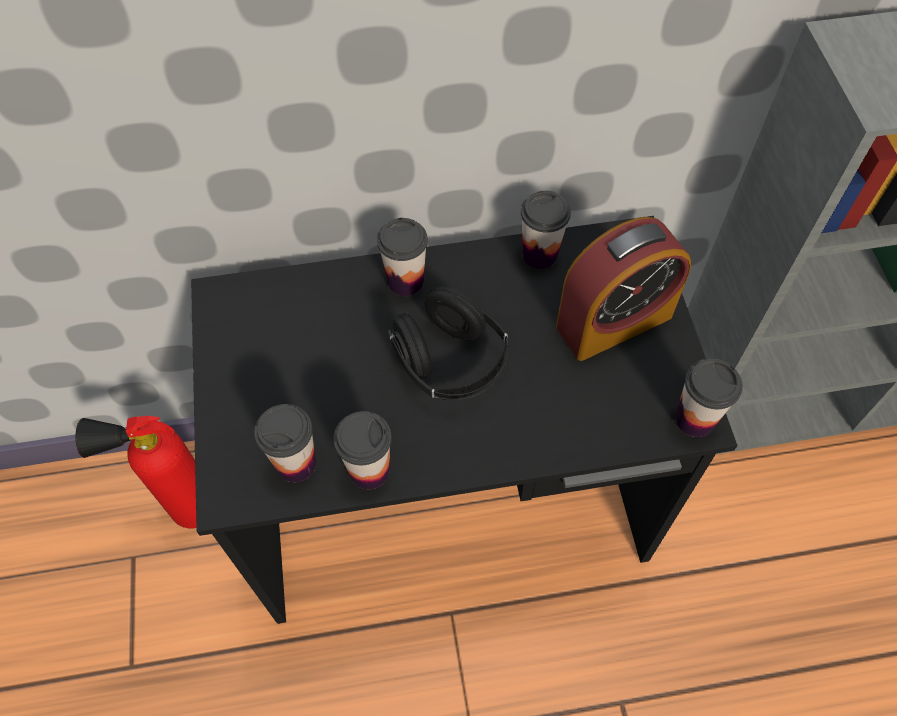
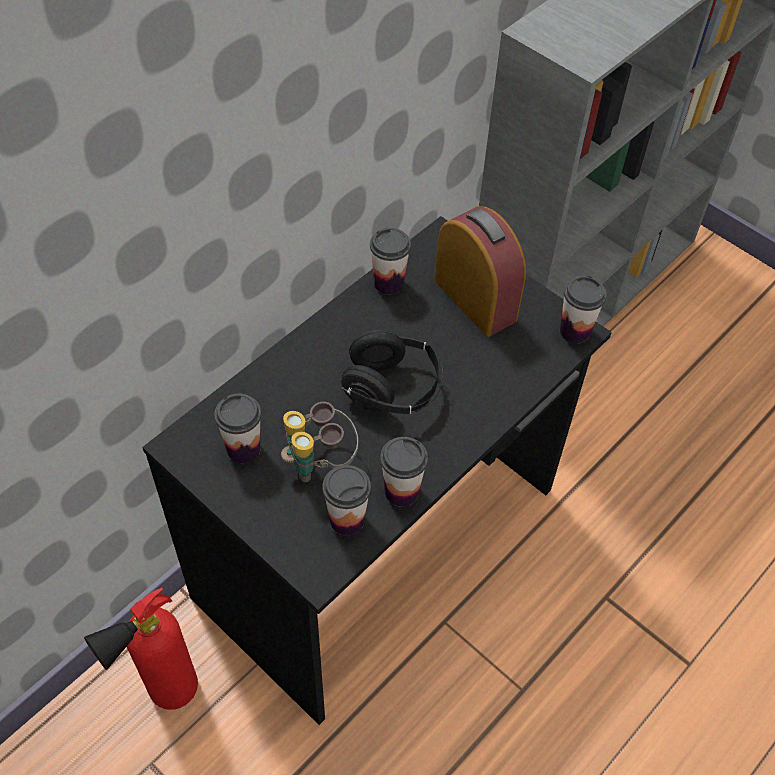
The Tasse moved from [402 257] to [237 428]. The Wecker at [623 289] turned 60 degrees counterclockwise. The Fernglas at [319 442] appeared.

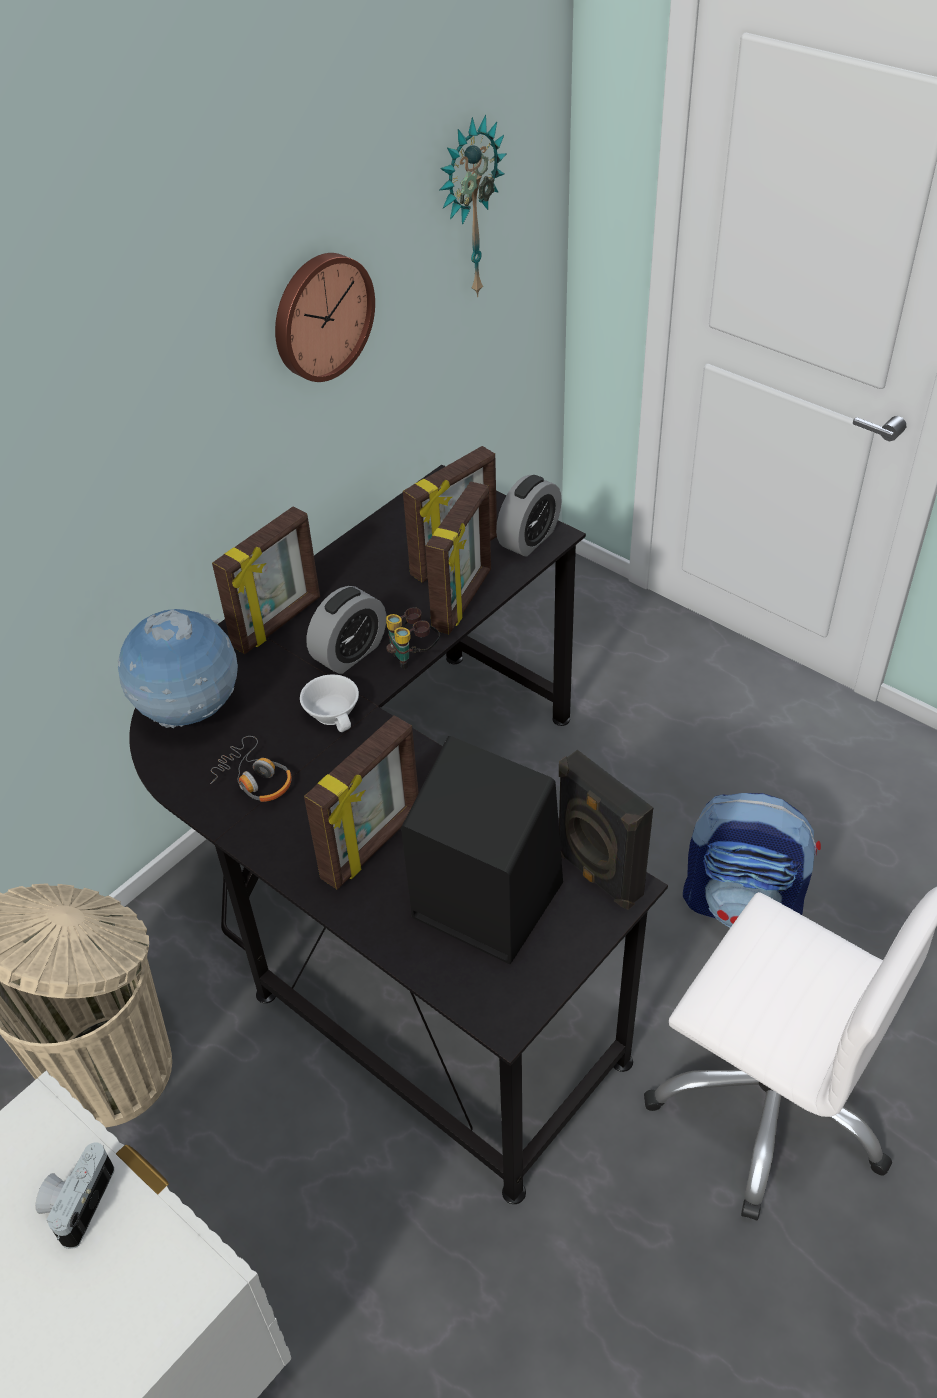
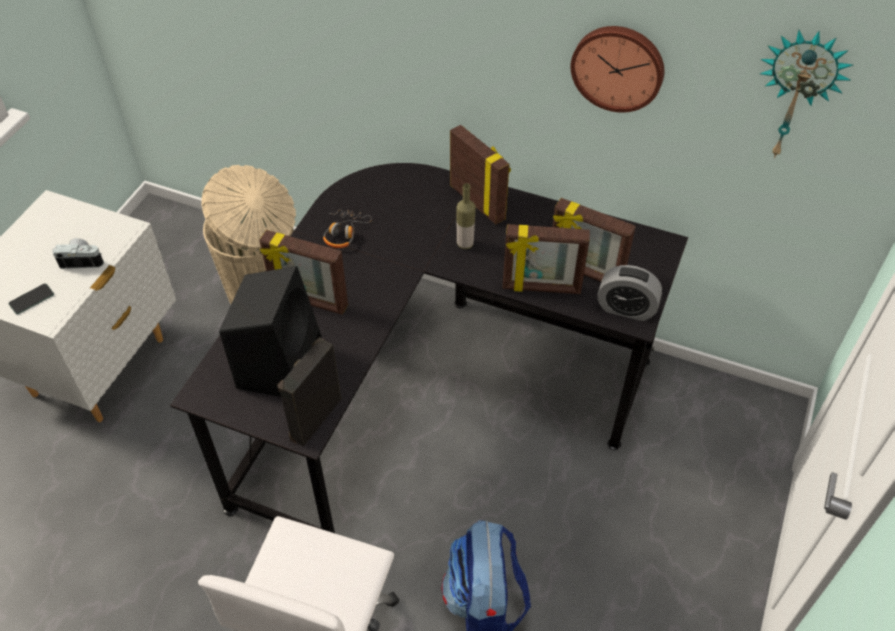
The Globus at [178 668] disappeared. The Bilderrahmen at [266 580] turned 150 degrees counterclockwise. The Tasse [weiß] at [329 703] disappeared. The Wecker at [346 630] was replaced by the Flasche at [466 216]. The Fernglas at [413 638] disappeared. The Handy at [31 299] appeared.

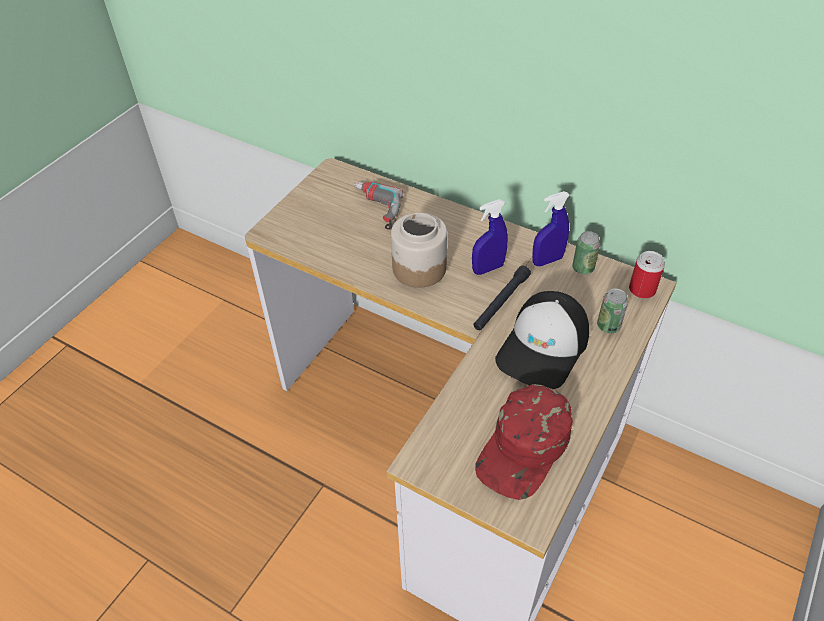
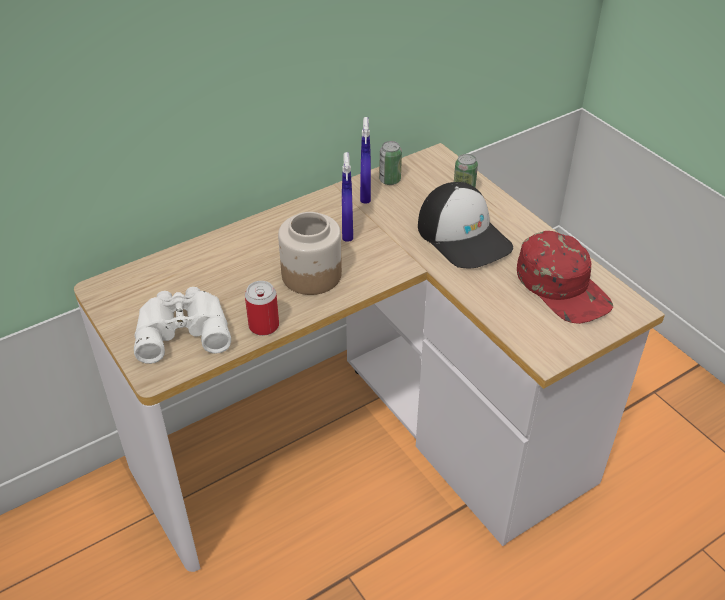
The Bohrmaschine at [378 205] disappeared. The Taschenlampe [schwarz] at [502 297] disappeared. The Dose moved from [647 275] to [262 308]. The Fernglas [weiß] at [182 325] appeared.

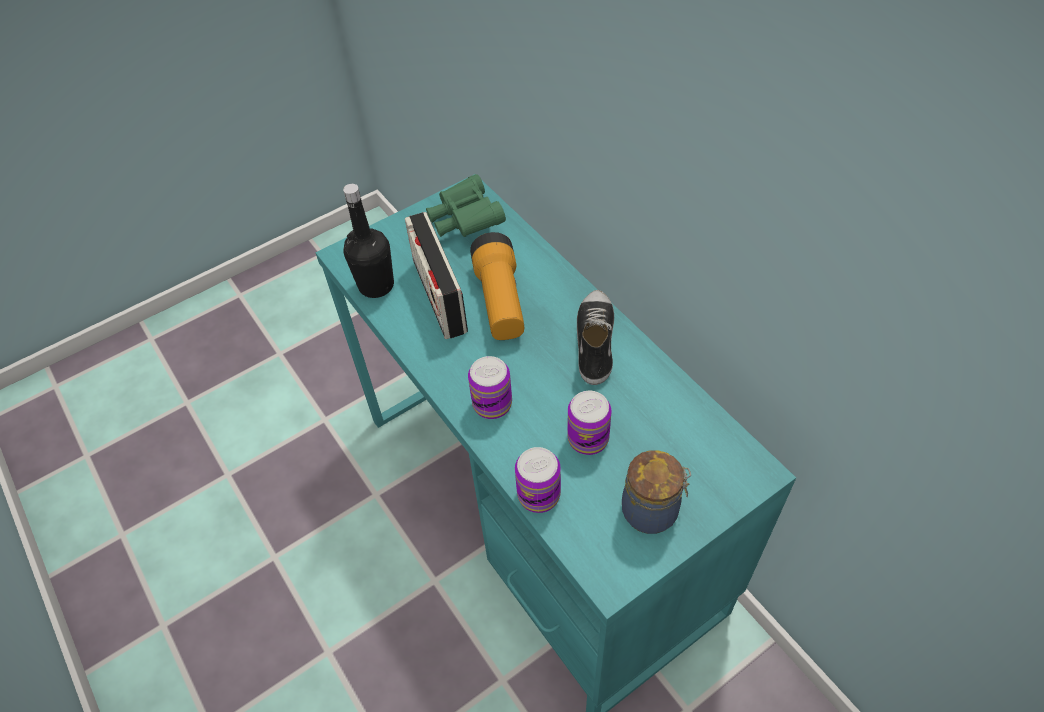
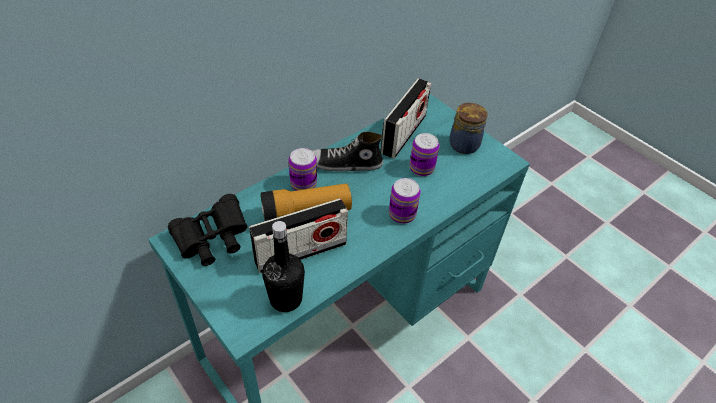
The Fernglas [grün] at [466 205] became the Fernglas [schwarz] at [208 230]. The Dose moved from [538 480] to [303 169]. The Radio at [406 118] appeared.

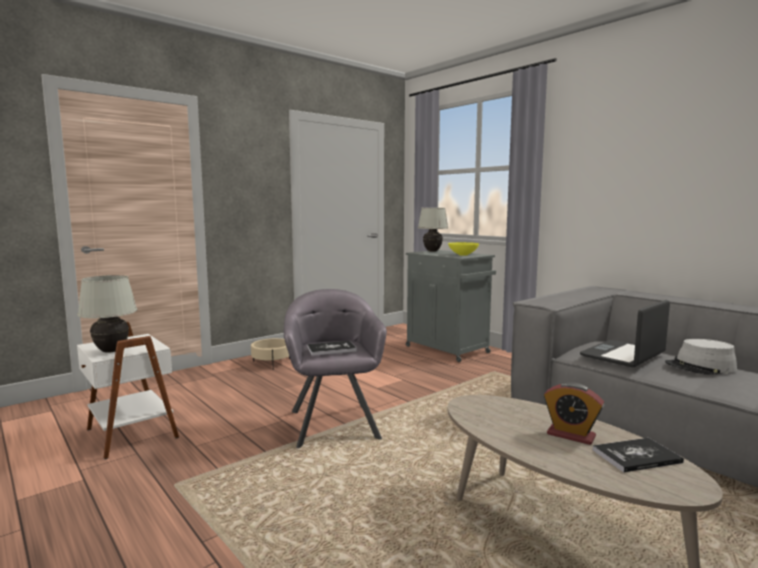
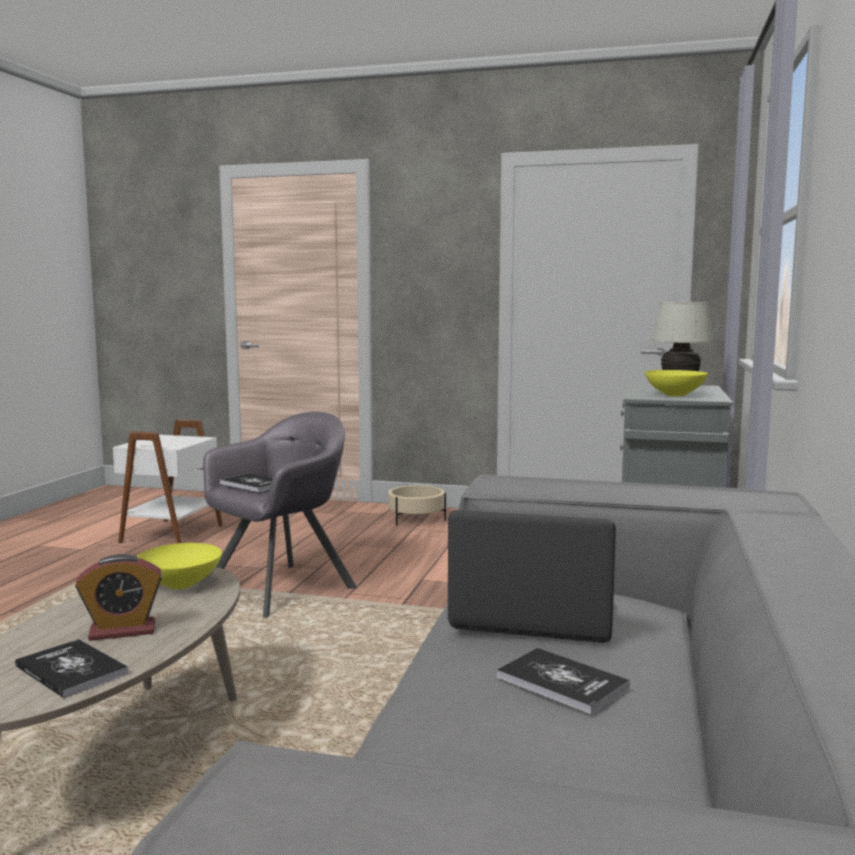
The Tischlampe [weiß] at [107 314] disappeared. The Wecker at [574 413] turned 105 degrees counterclockwise. The Hut [grau] at [701 357] was replaced by the Buch at [563 681]. The Schüssel [gelb] at [179 566] appeared.

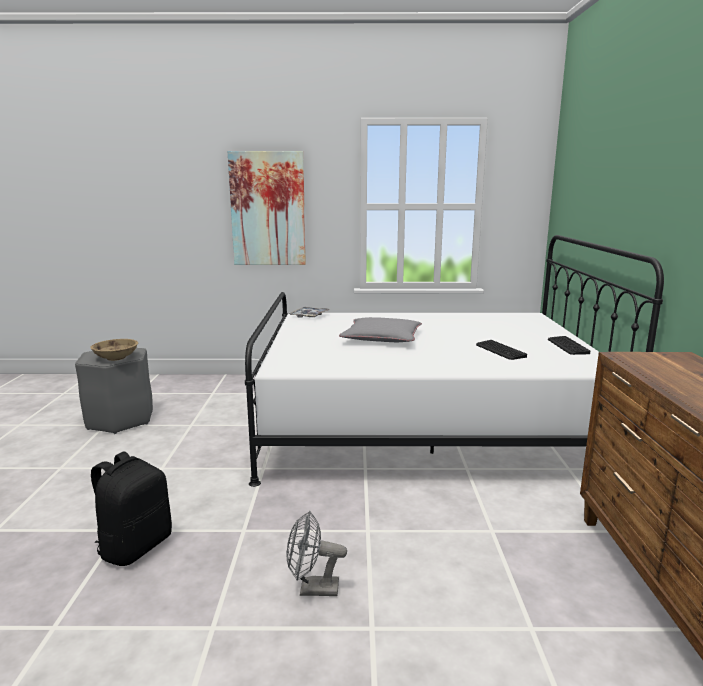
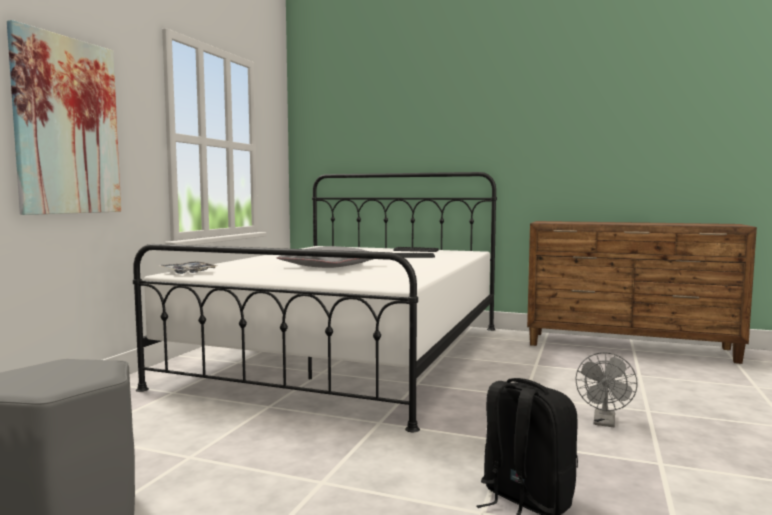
The Schüssel [beige] at [114 350] disappeared.

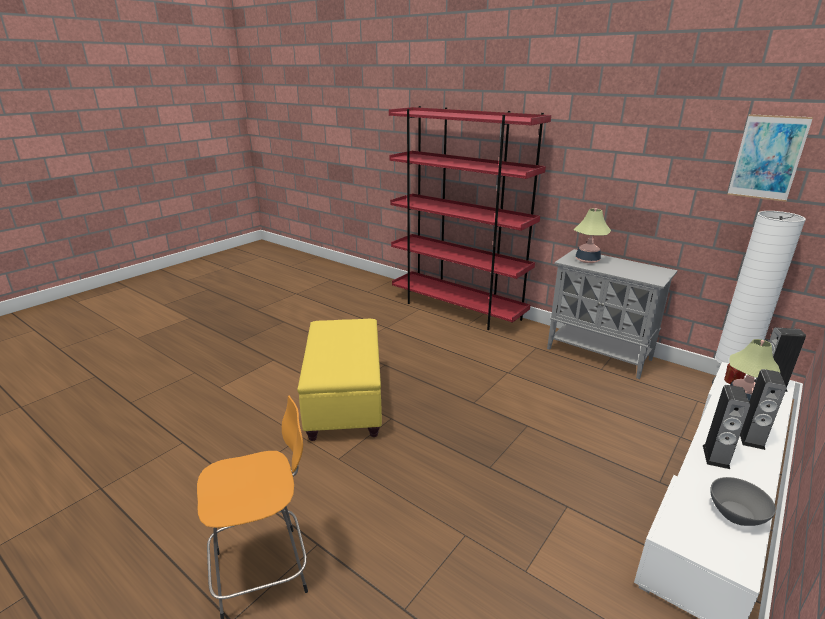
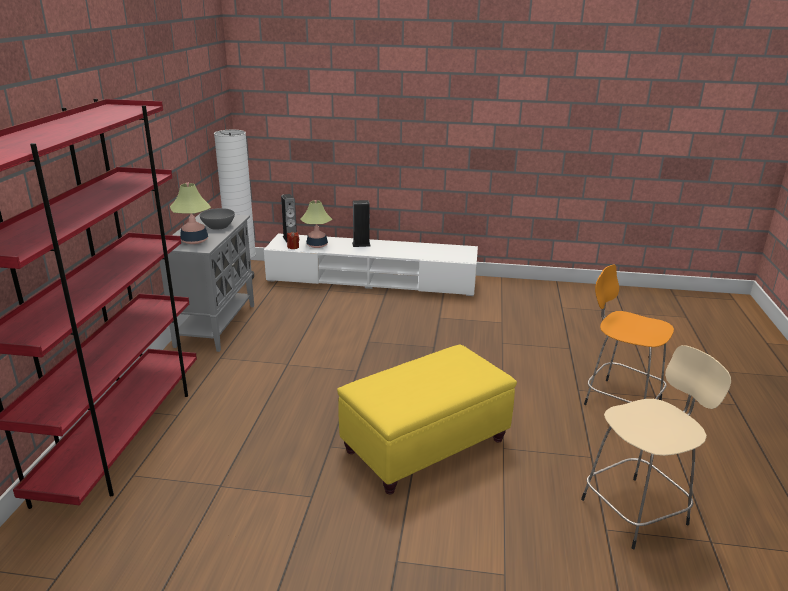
The Lautsprecher at [726 427] disappeared. The Schüssel [grau] moved from [743 501] to [217 219]. The Bild at [770 158] disappeared. The Hocker [beige] at [656 447] appeared.

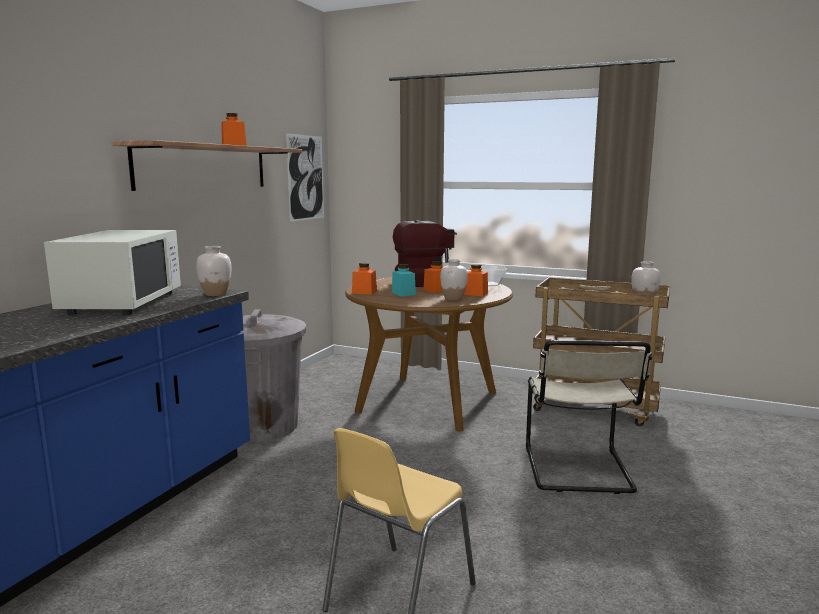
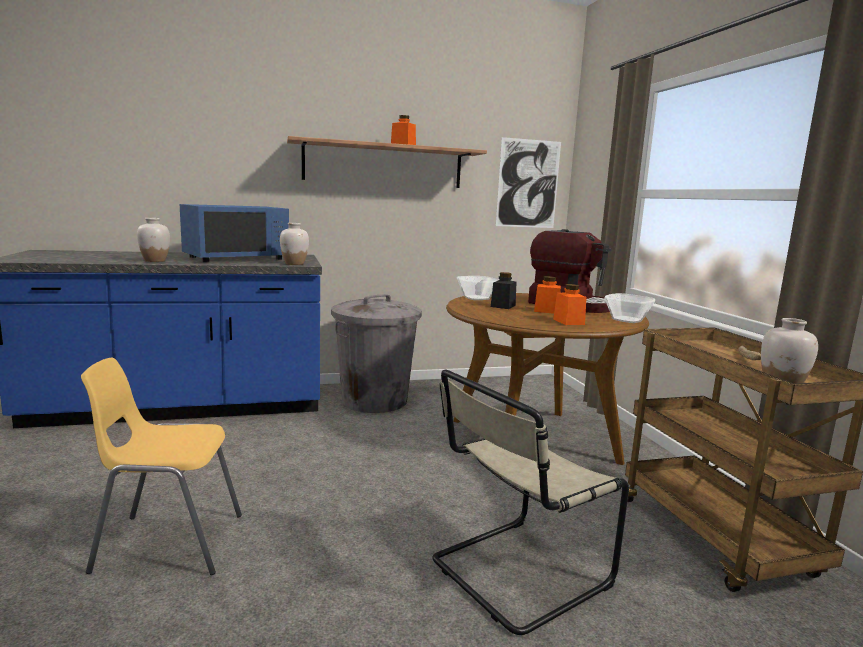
The Mikrowelle [weiß] at [112 272] became the Mikrowelle [blau] at [234 233]. The Vorratsglas [orange] at [364 279] was replaced by the Schüssel at [477 288]. The Vorratsglas [türkis] at [404 280] became the Vorratsglas [schwarz] at [503 290]. The Vase [weiß] moved from [454 279] to [153 240].

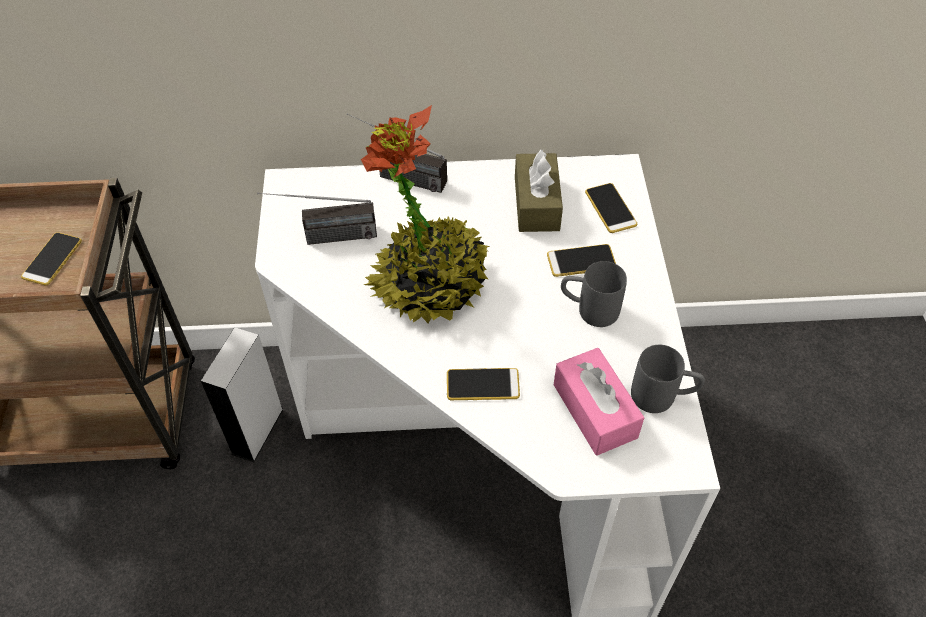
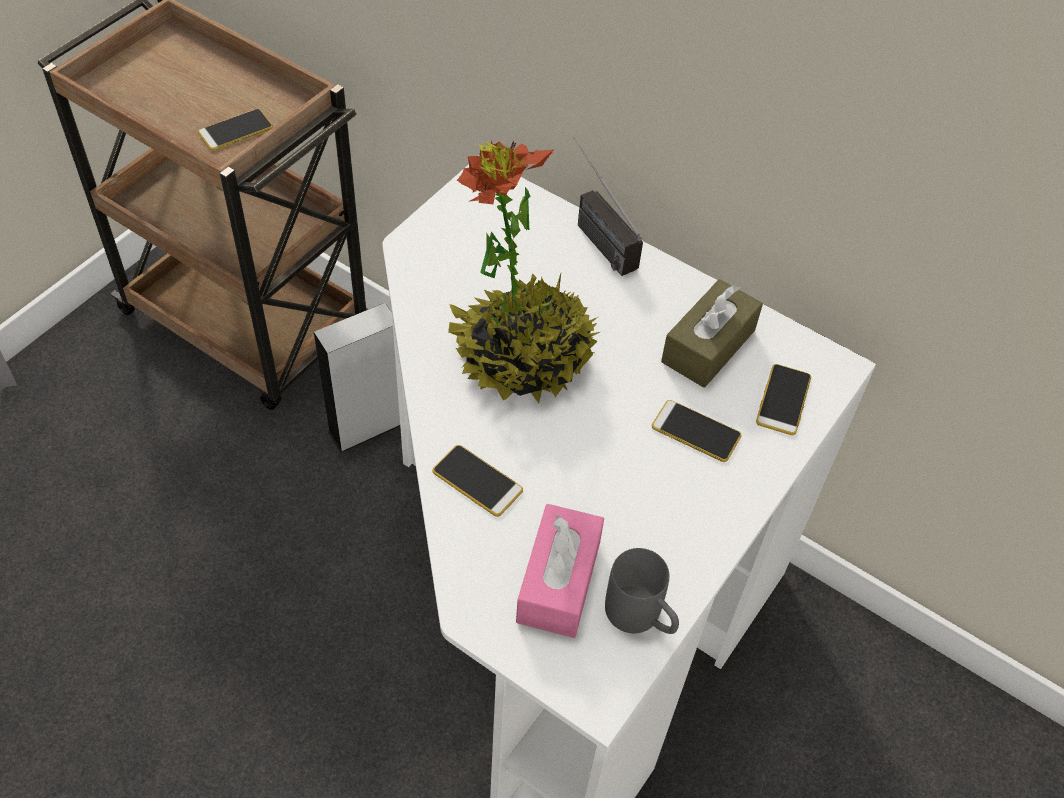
The Radio at [317 218] disappeared. The Henkelbecher [grau] at [594 294] disappeared.

